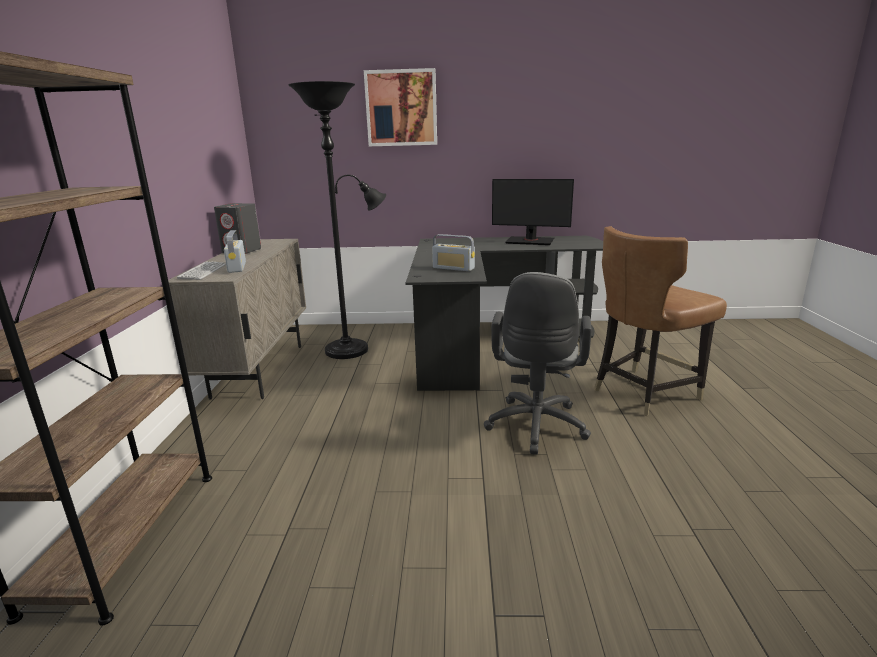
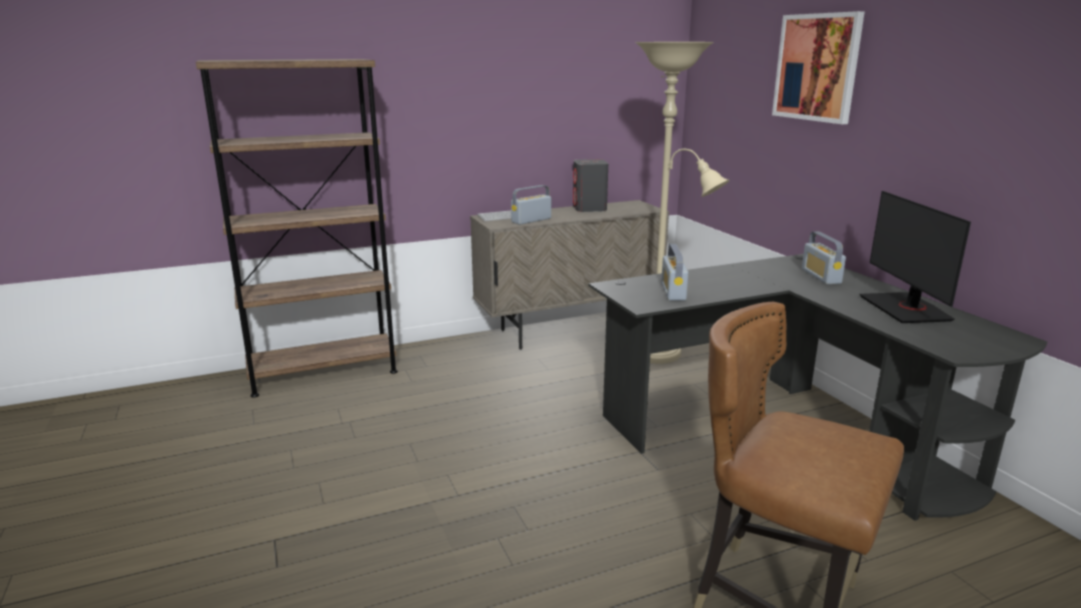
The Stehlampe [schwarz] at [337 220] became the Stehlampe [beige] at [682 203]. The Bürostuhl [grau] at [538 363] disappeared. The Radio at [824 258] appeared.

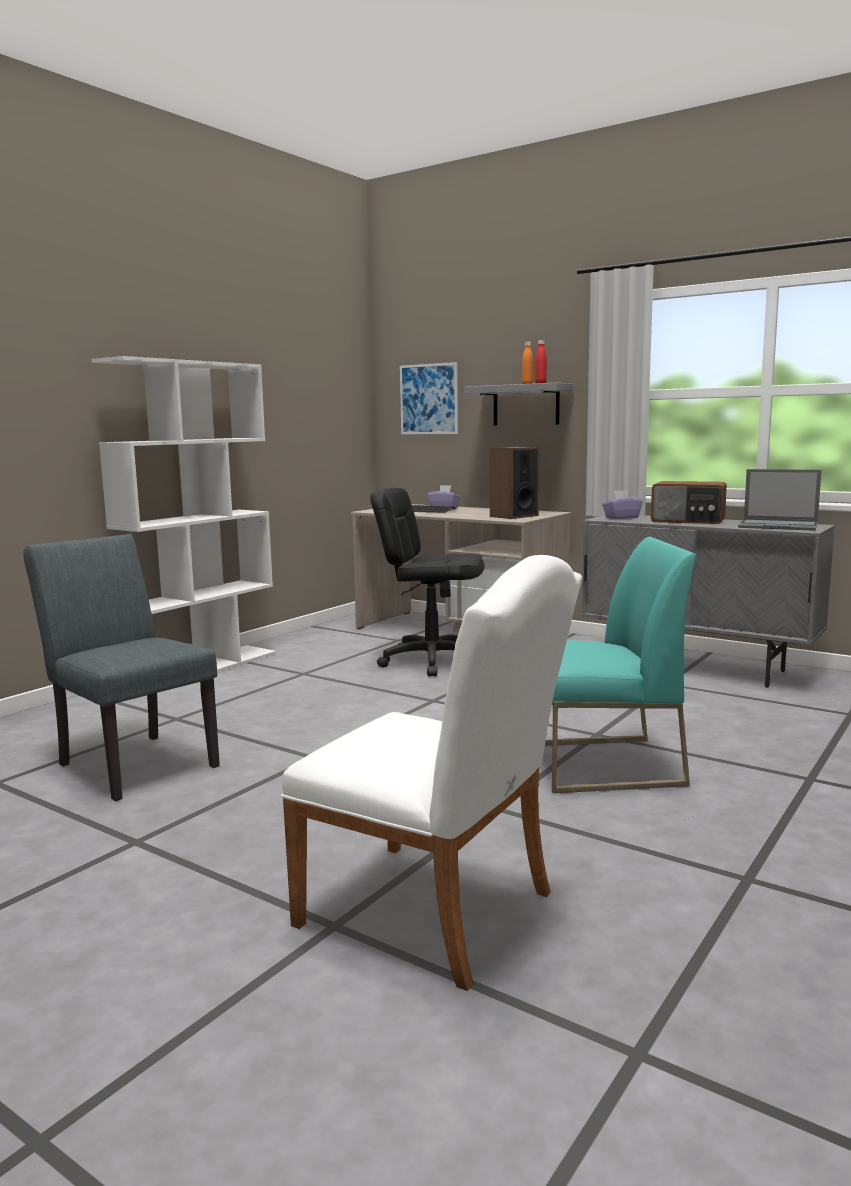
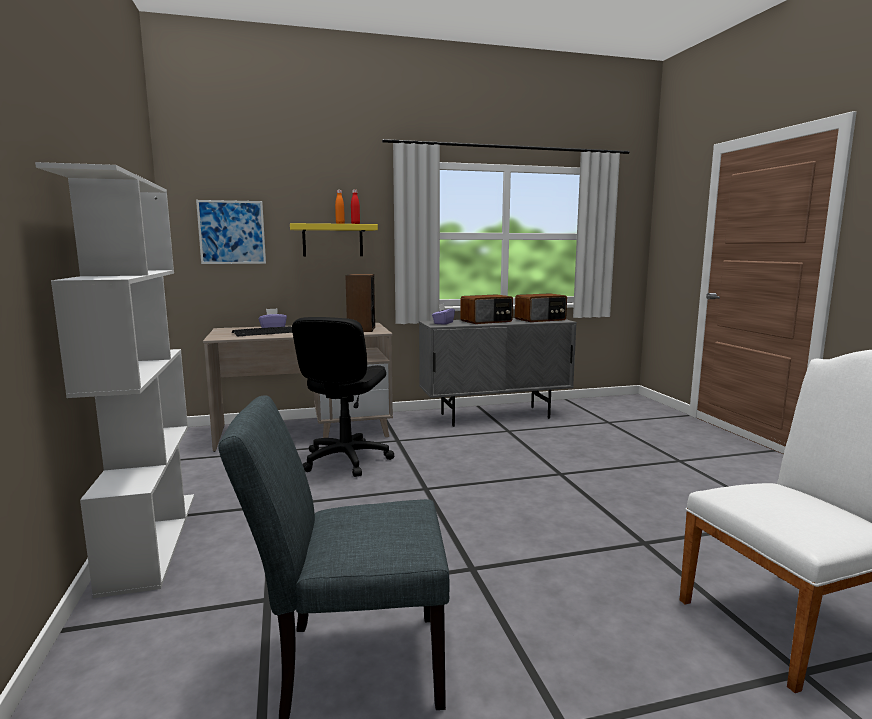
The Bürostuhl [schwarz] at [427 582] turned 45 degrees counterclockwise. The Wandregal [grau] at [518 404] became the Wandregal [gelb] at [334 240]. The Stuhl [türkis] at [620 665] disappeared. The Laptop at [780 500] was replaced by the Radio at [541 307].

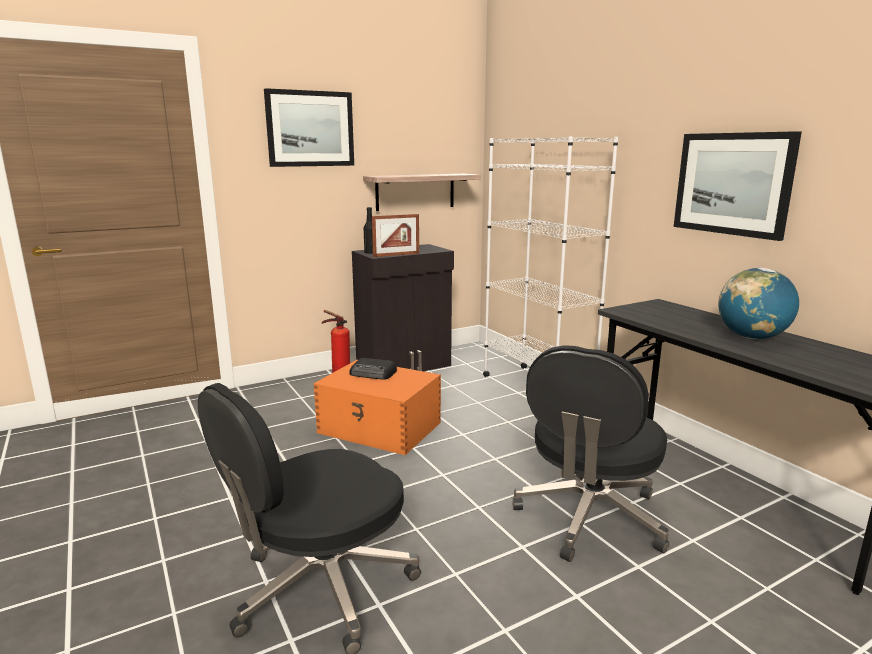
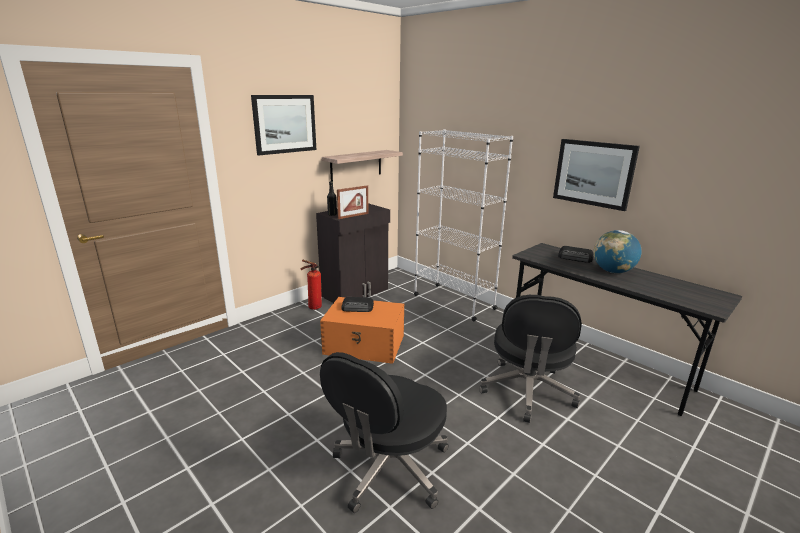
The Radio at [576 254] appeared.

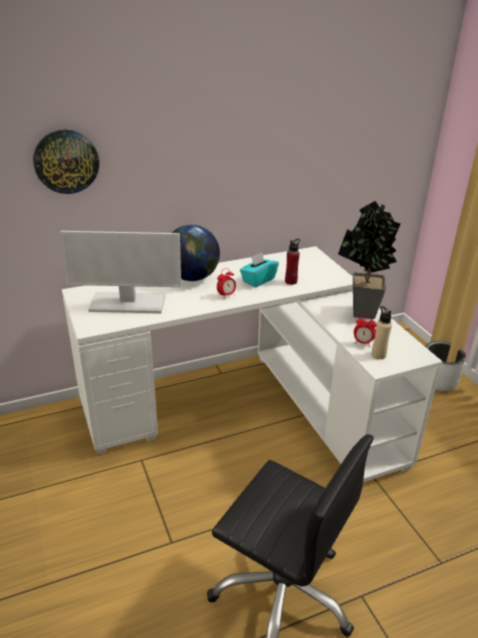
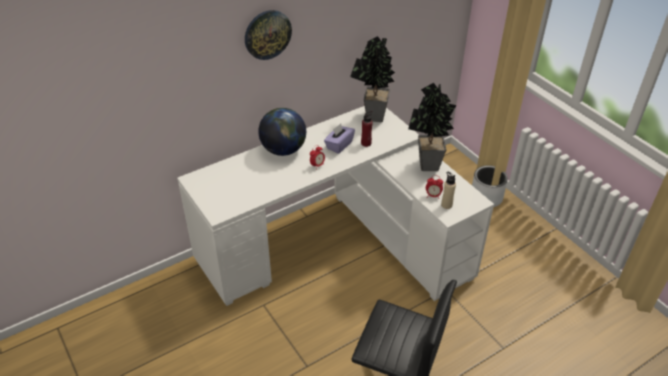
The Wanduhr moved from [66 161] to [268 35]. The Monitor at [120 272] disappeared. The Taschentuchbox [türkis] at [259 269] became the Taschentuchbox [lila] at [339 139]. The Topfpflanze at [372 79] appeared.

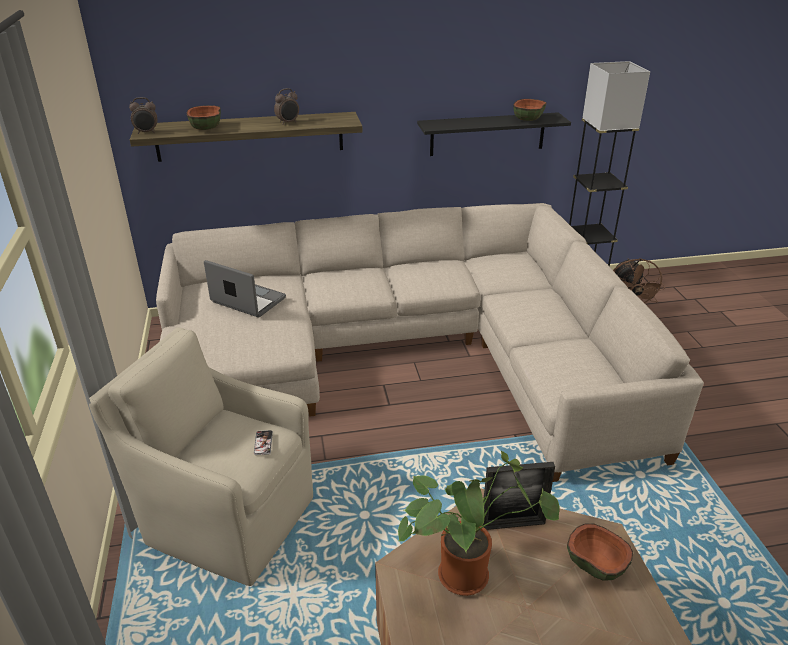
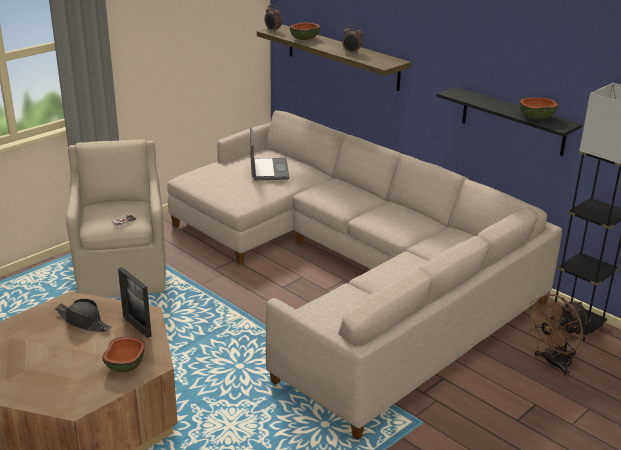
The Topfpflanze at [478 523] was replaced by the Hut [schwarz] at [83 315].

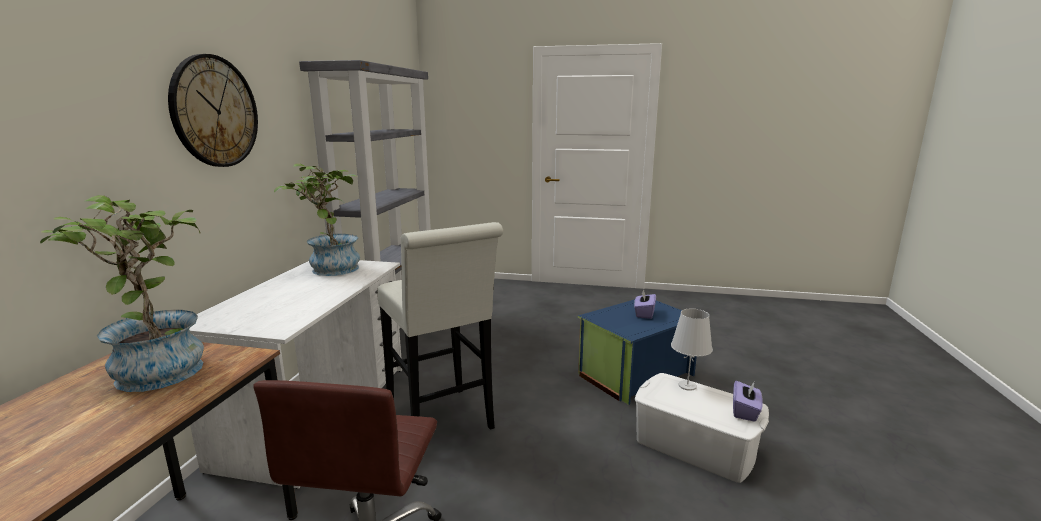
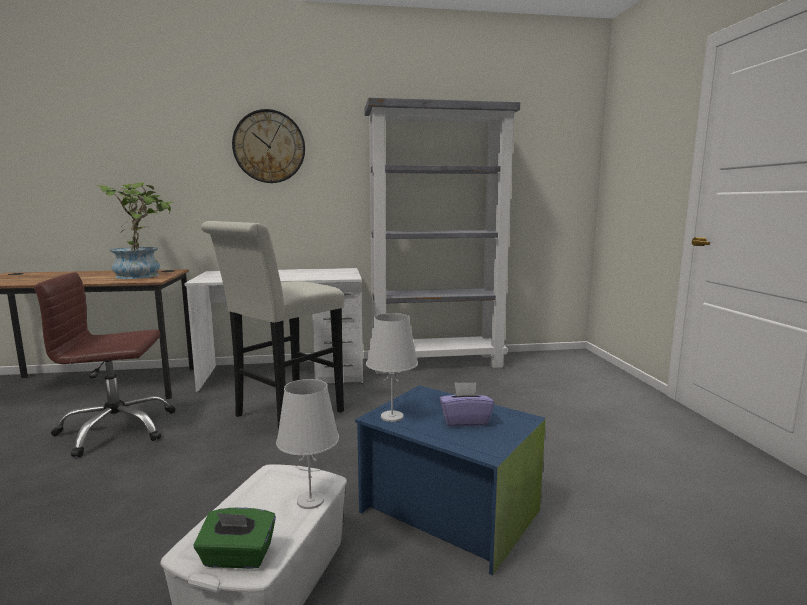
The Topfpflanze at [317 219] disappeared. The Taschentuchbox [lila] at [748 401] became the Taschentuchbox [grün] at [235 538]. The Tischlampe [weiß] at [392 367] appeared.

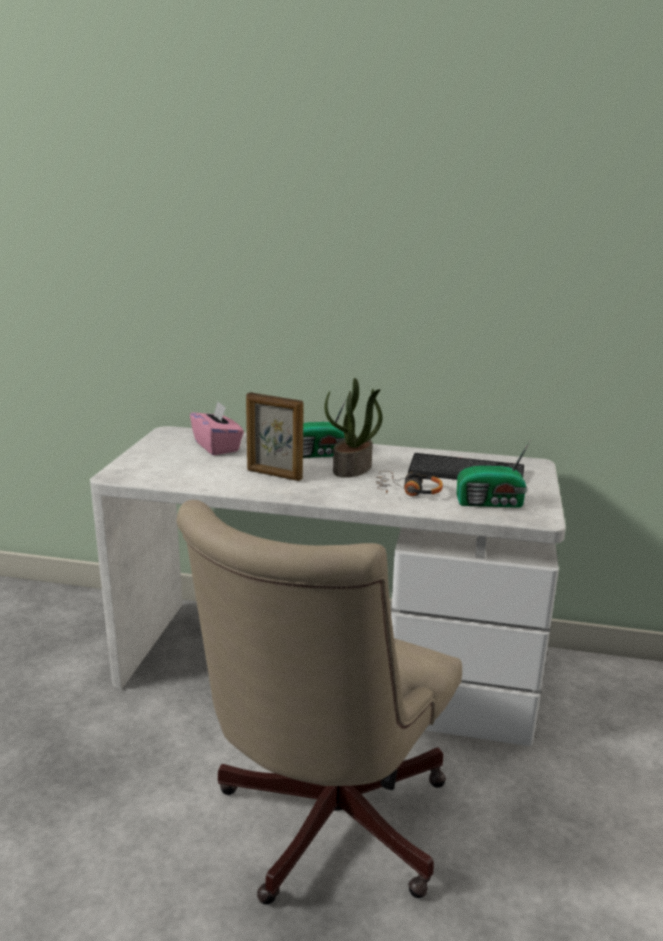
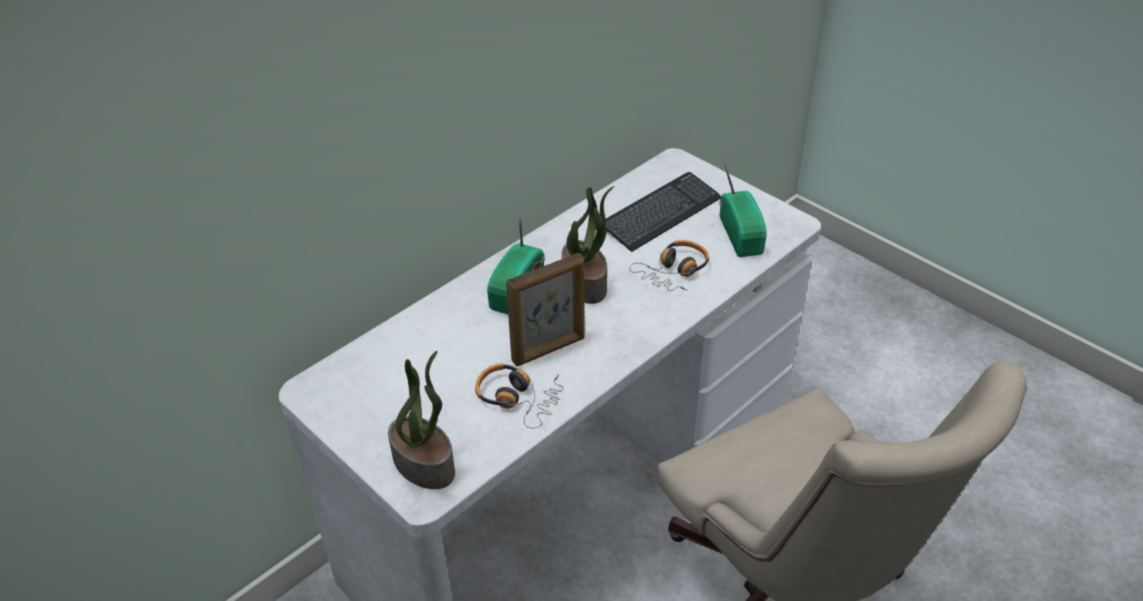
The Taschentuchbox [rosa] at [217 428] disappeared. The Radio at [494 473] turned 45 degrees counterclockwise. The Topfpflanze at [421 420] appeared. The Kopfhörer at [519 395] appeared.

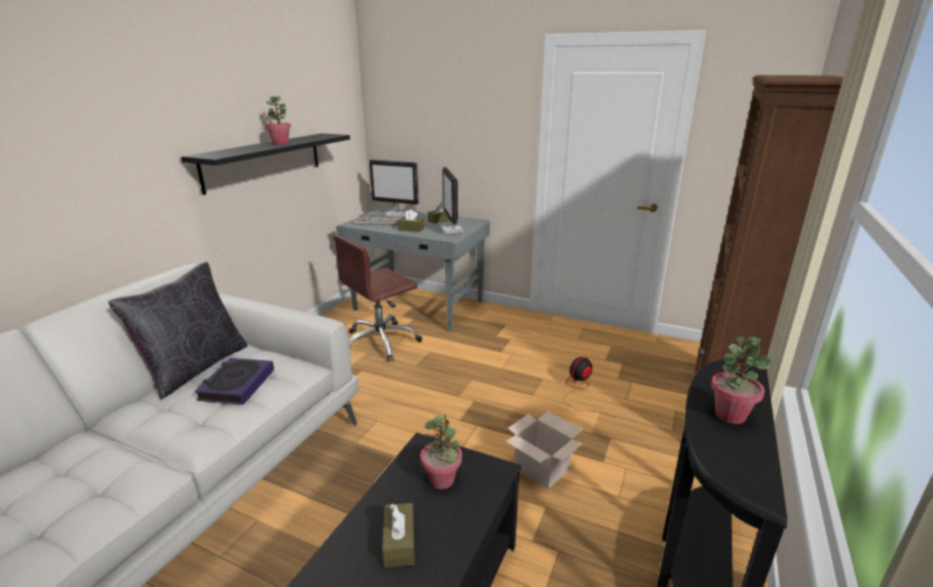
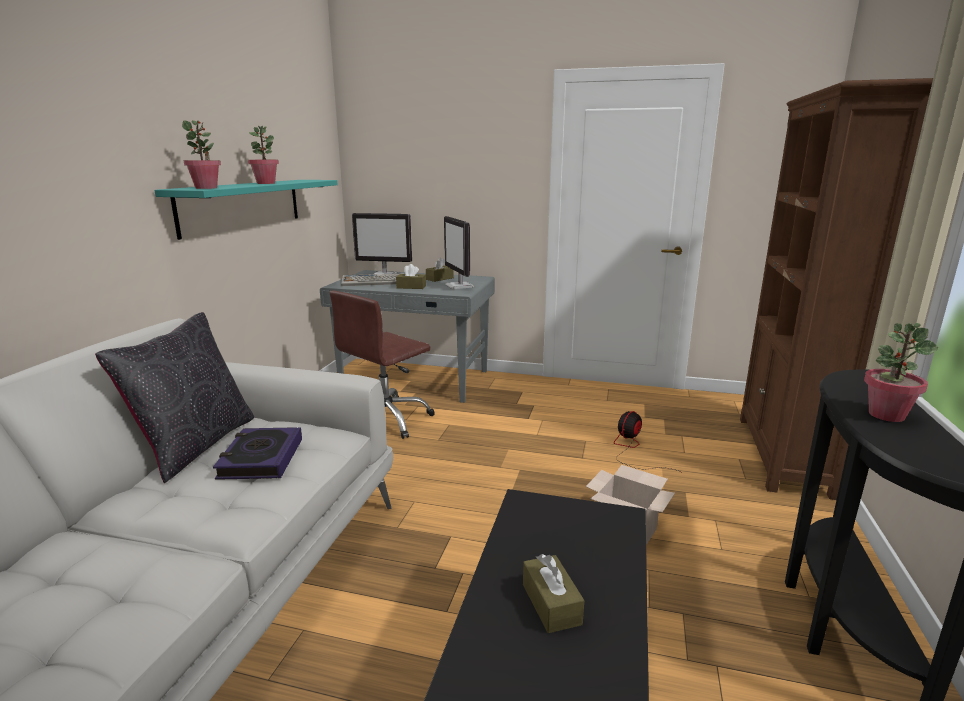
The Wandregal [schwarz] at [265 164] became the Wandregal [türkis] at [245 210]. The Topfpflanze moved from [441 451] to [201 154].

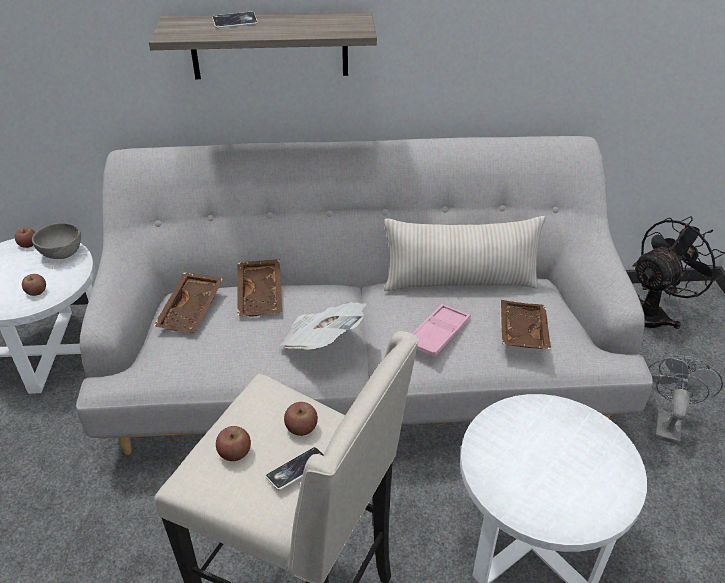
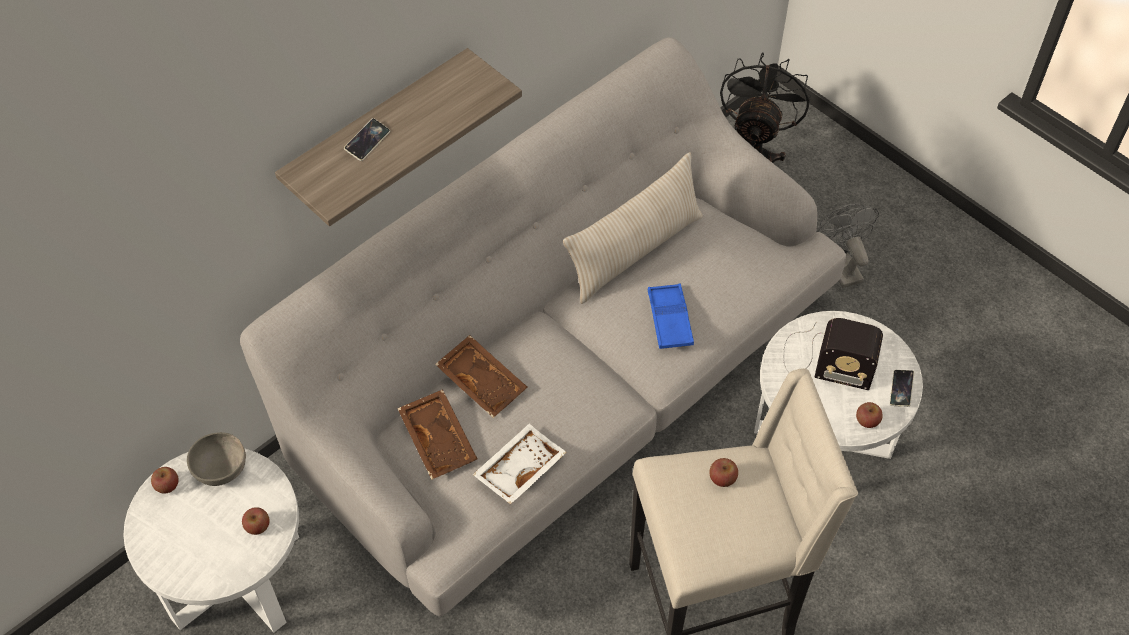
The Apfel moved from [233 443] to [869 415]. The Handy moved from [295 468] to [902 388]. The Zeitung at [322 326] disappeared. The Tablett [rosa] at [441 330] became the Tablett [blau] at [671 316]. The Tablett [braun] at [526 324] disappeared. The Tablett [weiß] at [519 464] appeared. The Radio at [833 354] appeared.

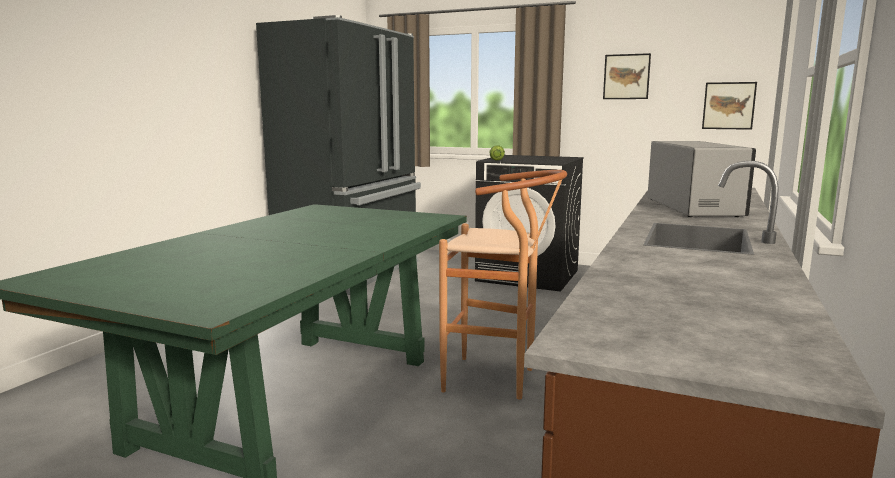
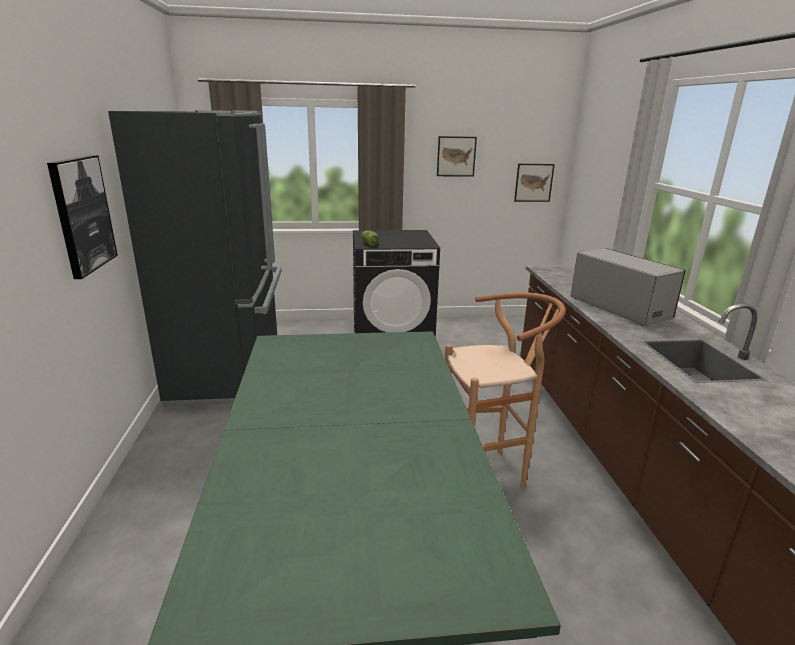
The Bild at [82 217] appeared.

